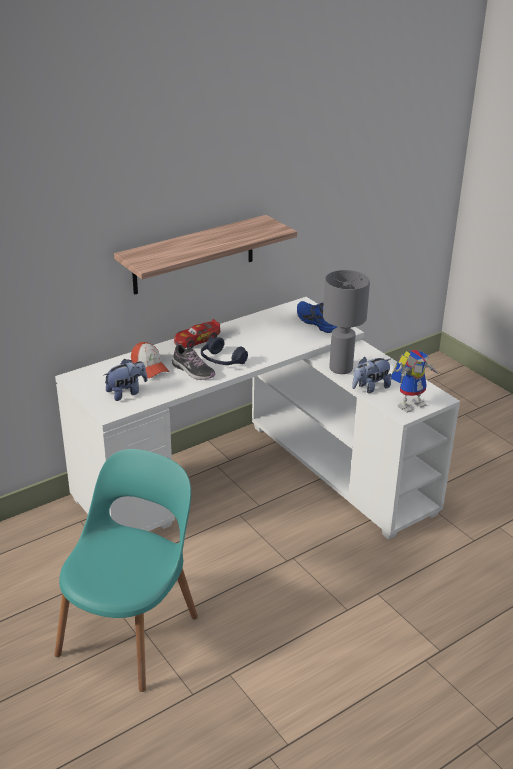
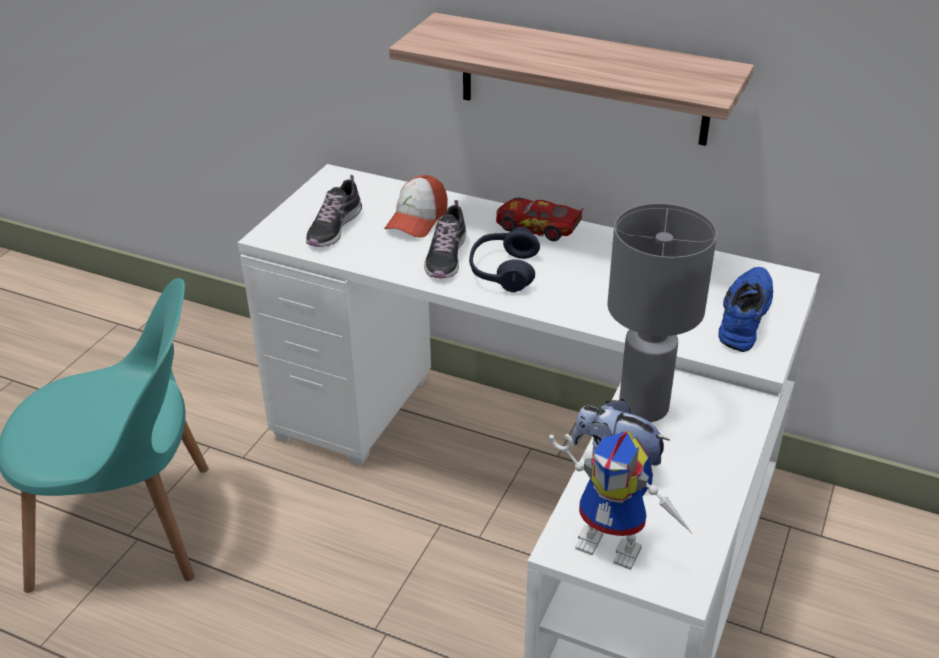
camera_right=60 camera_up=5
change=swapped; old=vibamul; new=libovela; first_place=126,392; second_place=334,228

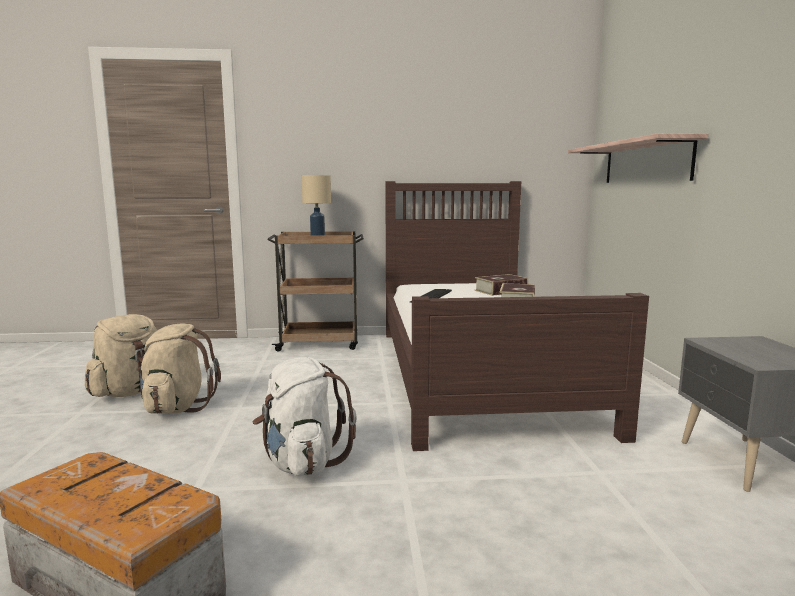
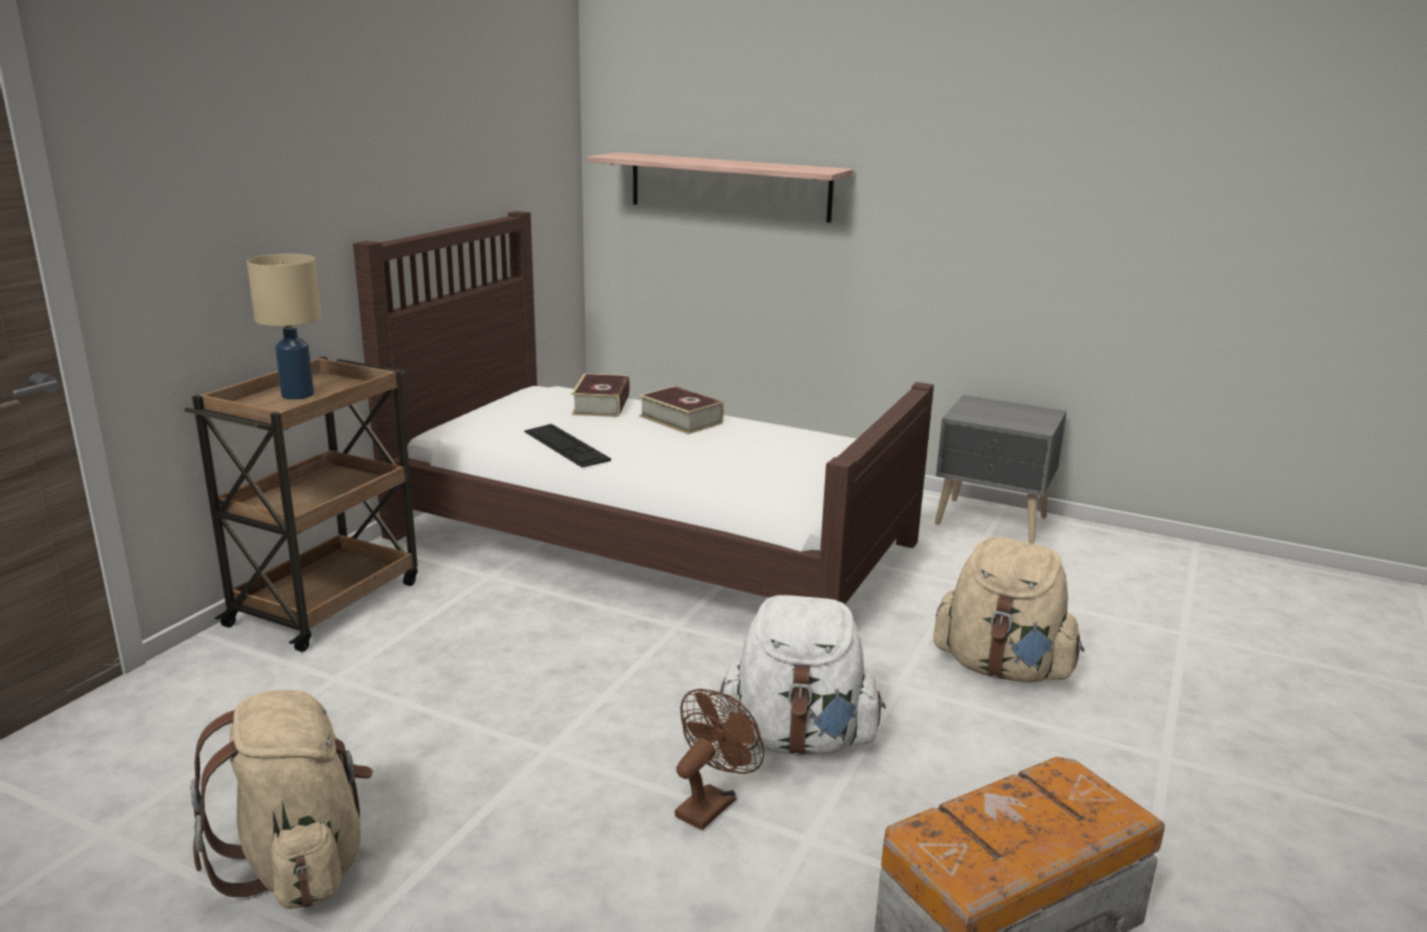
camera_right=-60 camera_up=10
change=shifted; old=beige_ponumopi; first_place=177,407; second_place=1002,668
change=new; new=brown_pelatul; second_place=711,803

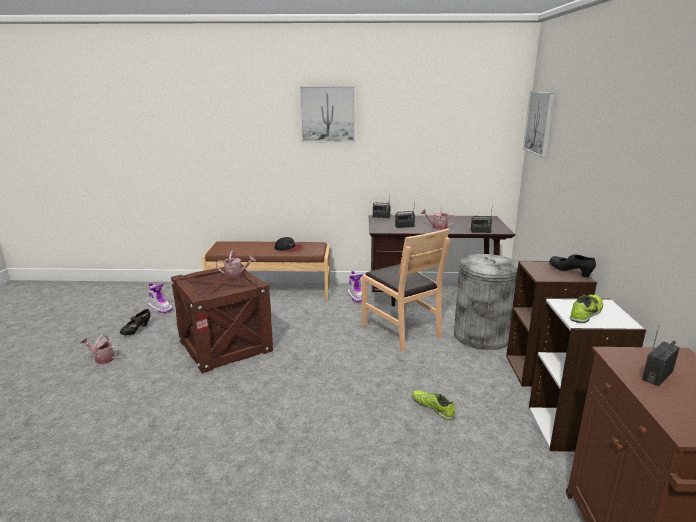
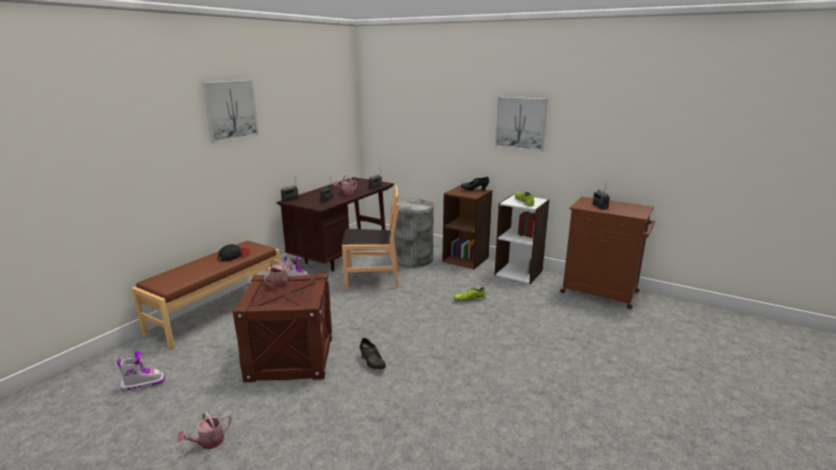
camera_right=-60 camera_up=0
change=shifted; old=black_libovela; first_place=136,330; second_place=372,363
change=shifted; old=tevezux; first_place=539,123; second_place=520,123

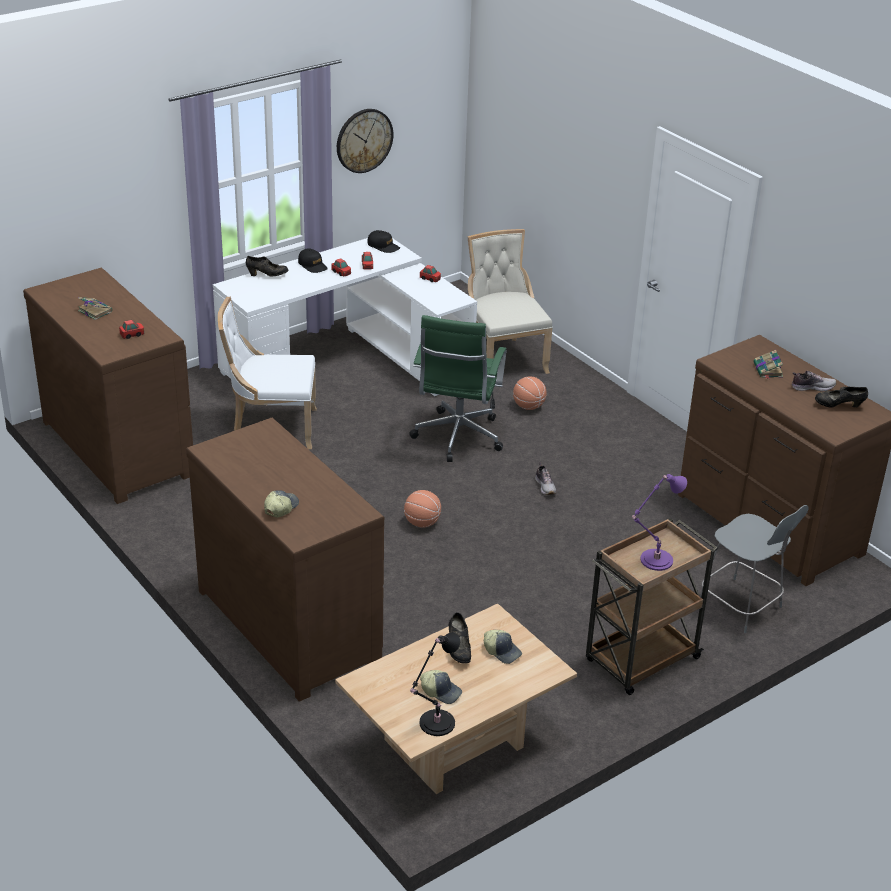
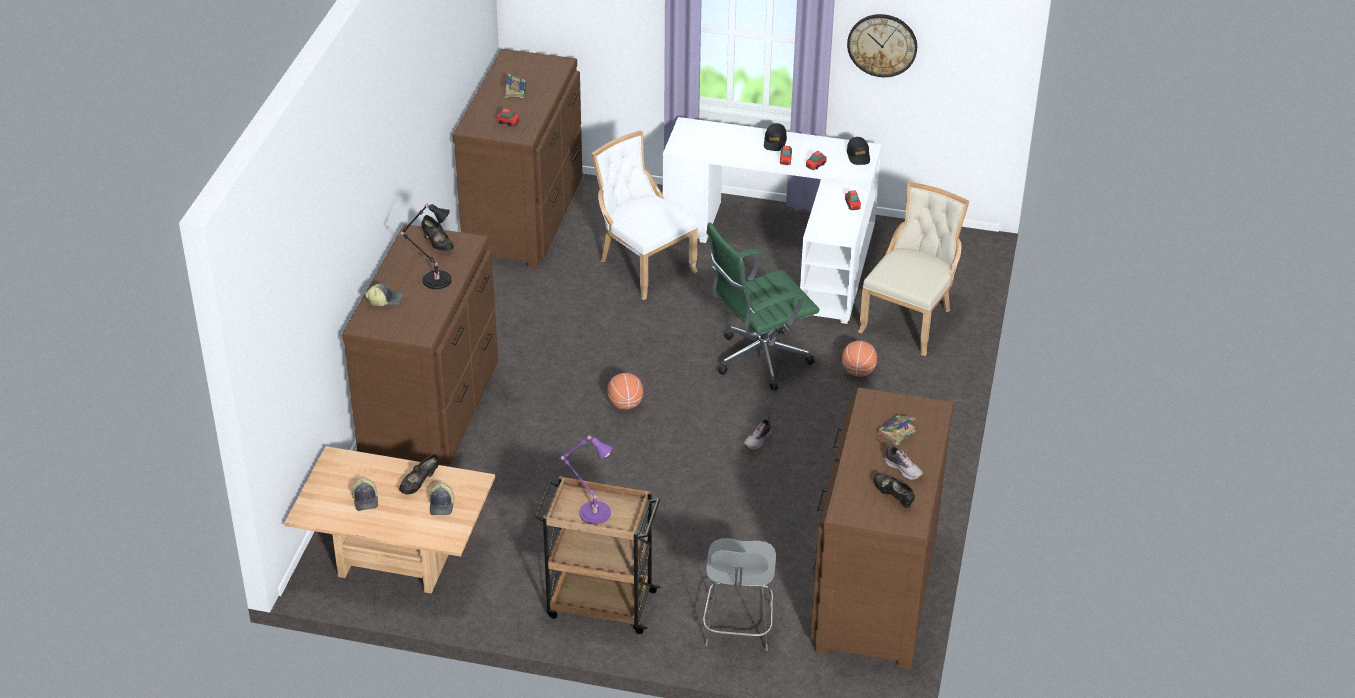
camera_right=50 camera_up=5
change=shifted; old=black_libovela; first_place=267,275; second_place=437,244
change=shifted; old=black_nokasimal; first_place=434,724; second_place=434,280

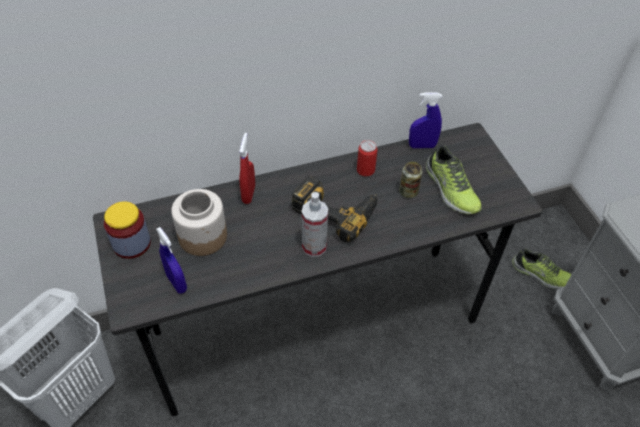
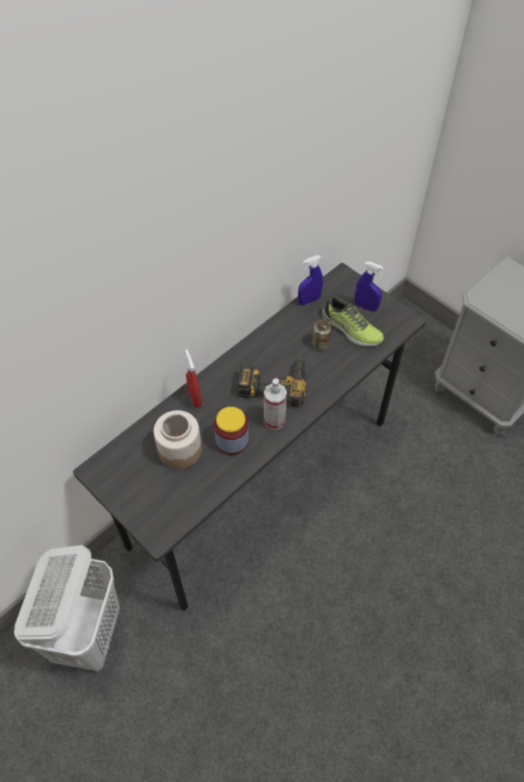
camera_right=-25 camera_up=5
change=shifted; old=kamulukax; first_place=131,243; second_place=232,440
change=shifted; old=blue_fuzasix; first_place=177,283; second_place=365,306
change=gone; old=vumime; first_place=365,170
change=gone; old=libovela; first_place=541,274

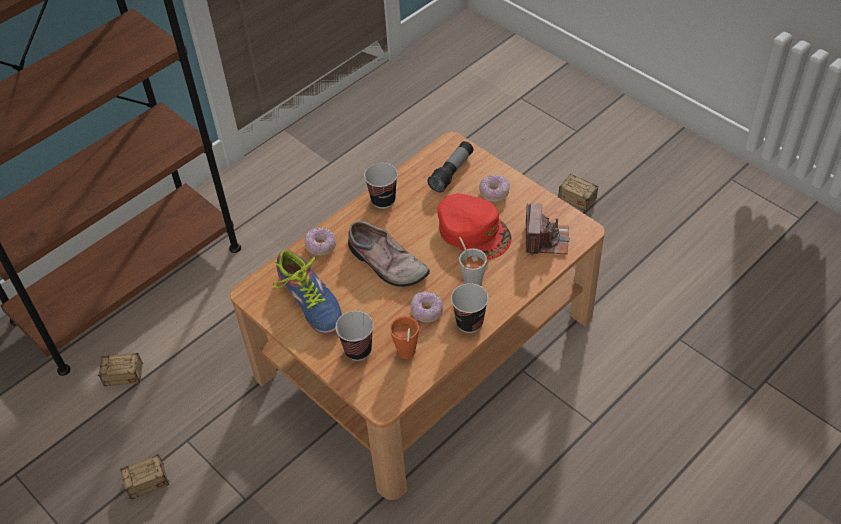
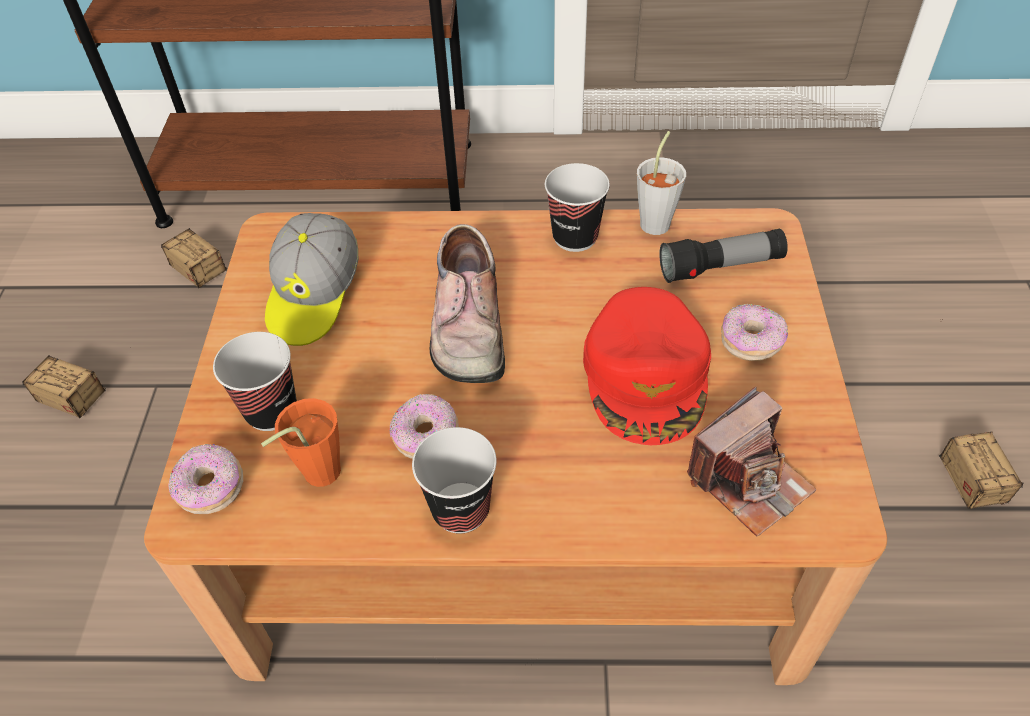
camera_right=45 camera_up=0
change=swapped; old=libovela; new=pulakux; first_place=311,300; second_place=314,296
change=shifted; old=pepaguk; first_place=321,246; second_place=210,488
change=shifted; old=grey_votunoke; first_place=471,280; second_place=657,220

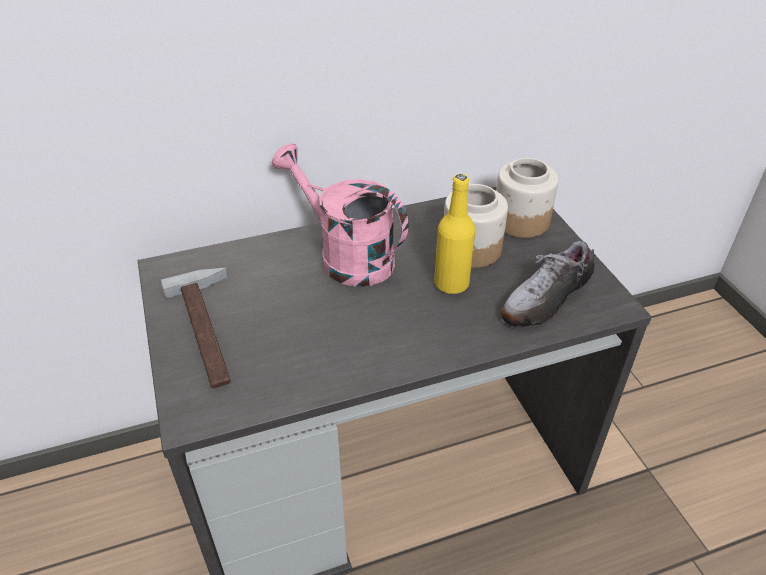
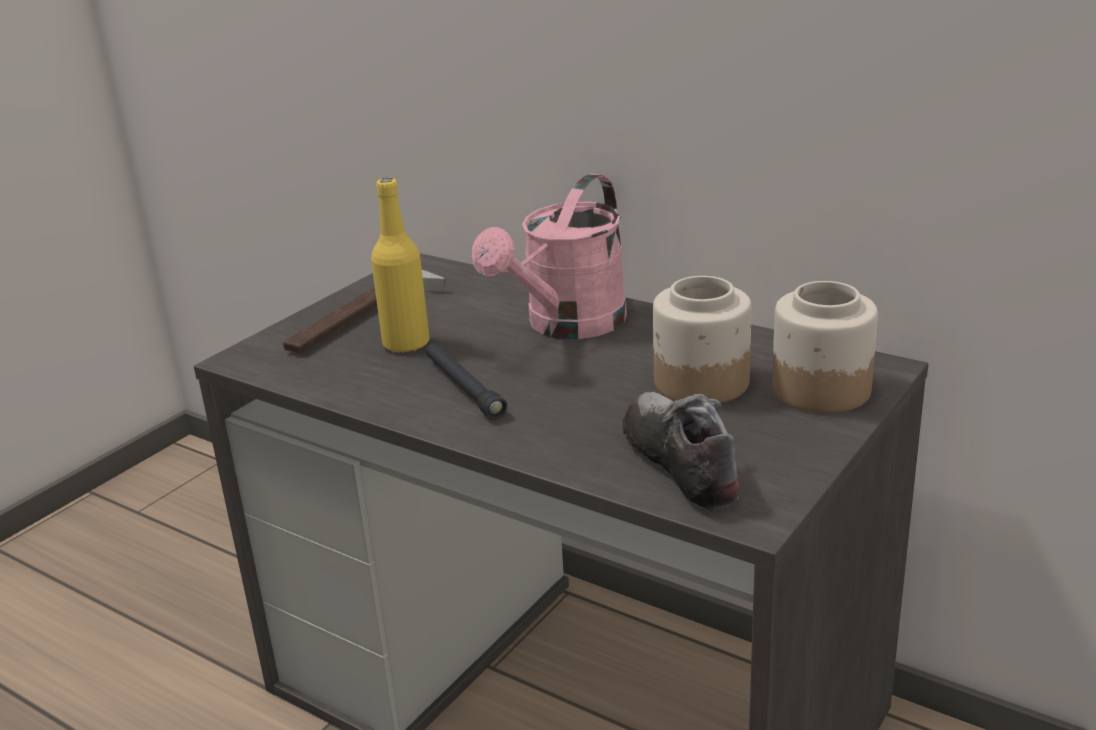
camera_right=55 camera_up=-15
change=rotated; old=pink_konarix; first_place=346,256; second_place=566,326; degrees=-150
change=shifted; old=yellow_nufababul; first_place=451,284; second_place=406,344
change=rotated; old=libovela; first_place=545,299; second_place=680,462; degrees=60
change=new; new=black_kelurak; second_place=463,388

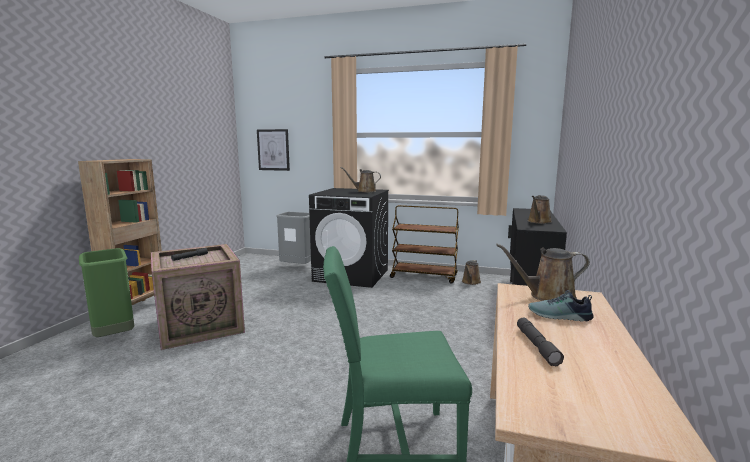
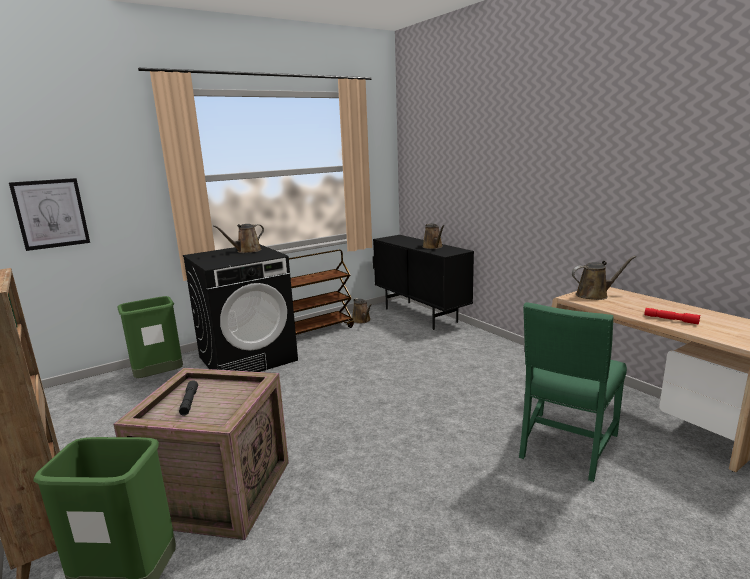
camera_right=-50 camera_up=5
change=repainted; old=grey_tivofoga; new=green_tivofoga; first_place=297,267; second_place=159,378
change=rotated; old=brown_konarix; first_place=548,296; second_place=595,295; degrees=-135
change=repainted; old=grey_kelurak; new=red_kelurak; first_place=537,346; second_place=671,320
change=gone; old=libovela; first_place=559,316

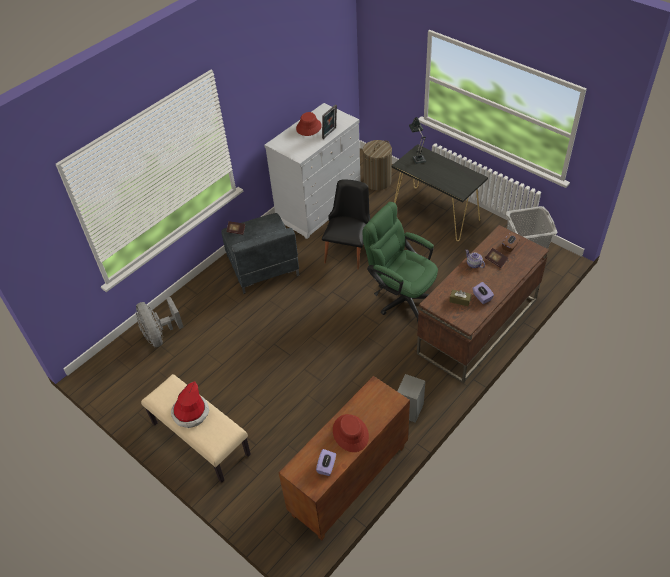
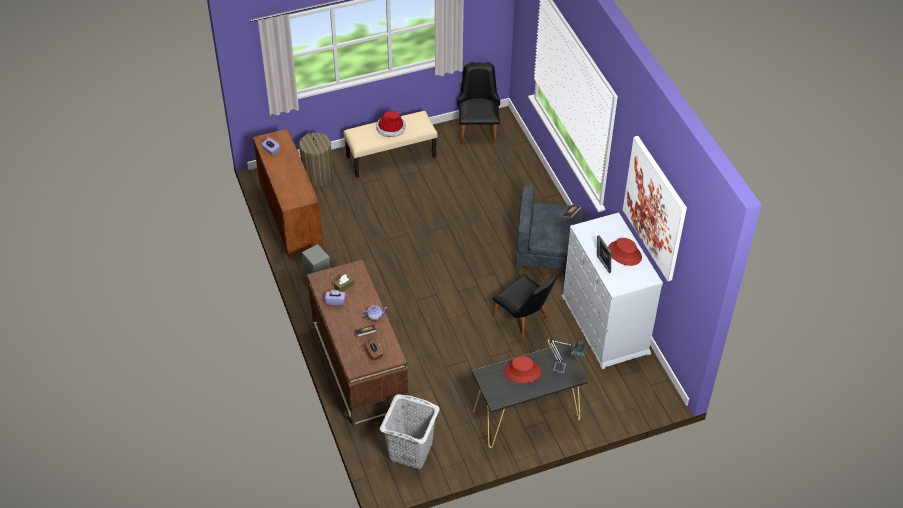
camera_right=115 camera_up=0
change=gone; old=grey_pelatul; first_place=160,335
change=shifted; old=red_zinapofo; first_place=350,433; second_place=522,372
change=gone; old=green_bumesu; first_place=401,297
change=shifted; old=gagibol; first_place=377,181; second_place=318,176
change=new; new=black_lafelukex; second_place=478,130
change=new; new=tevezux; second_place=655,208

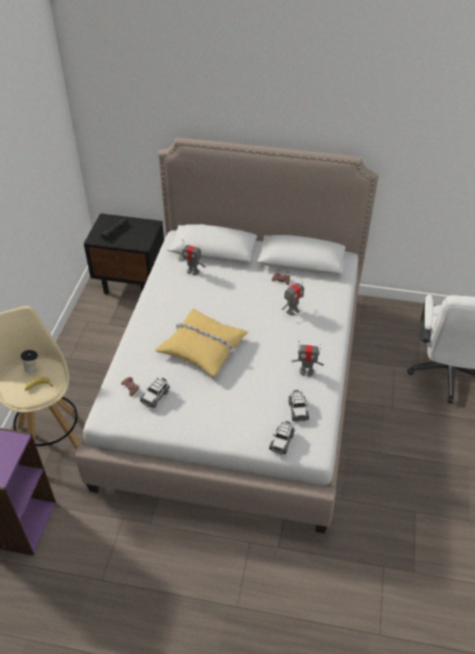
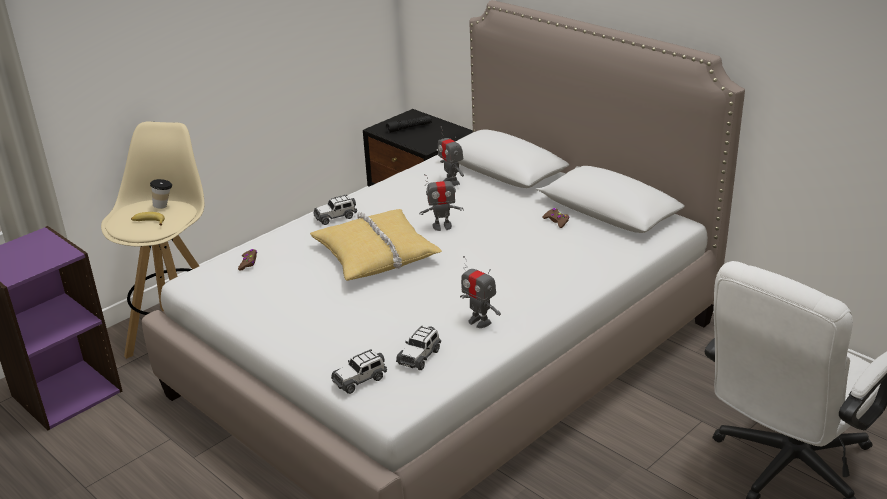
camera_right=35 camera_up=-15
change=shifted; old=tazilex; first_place=155,396; second_place=335,217
change=shifted; old=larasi; first_place=292,311; second_place=442,226

